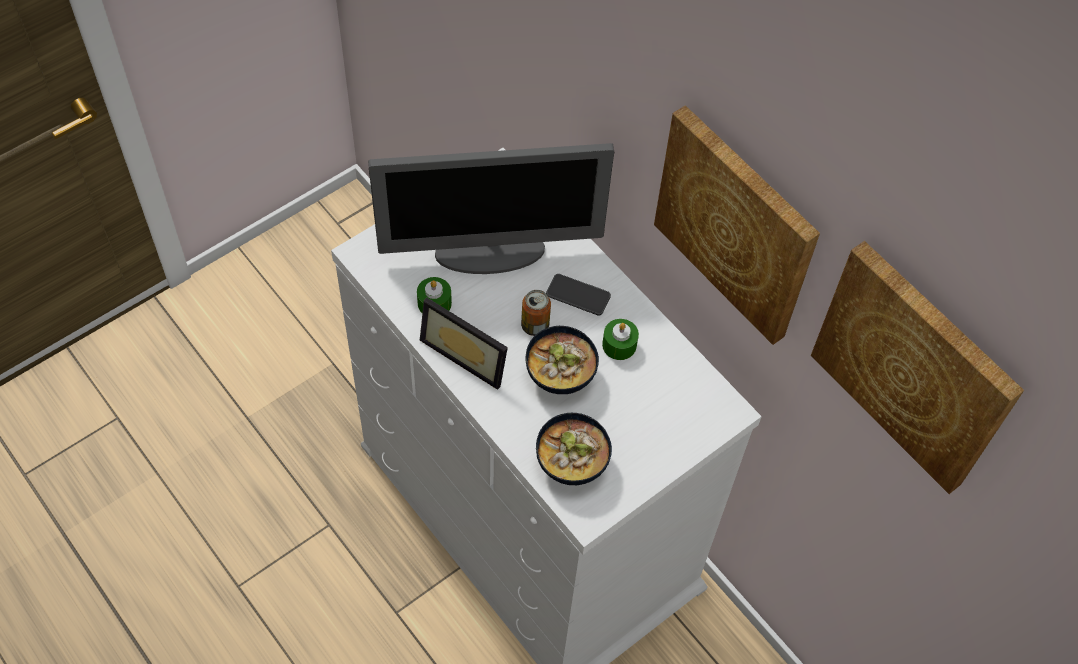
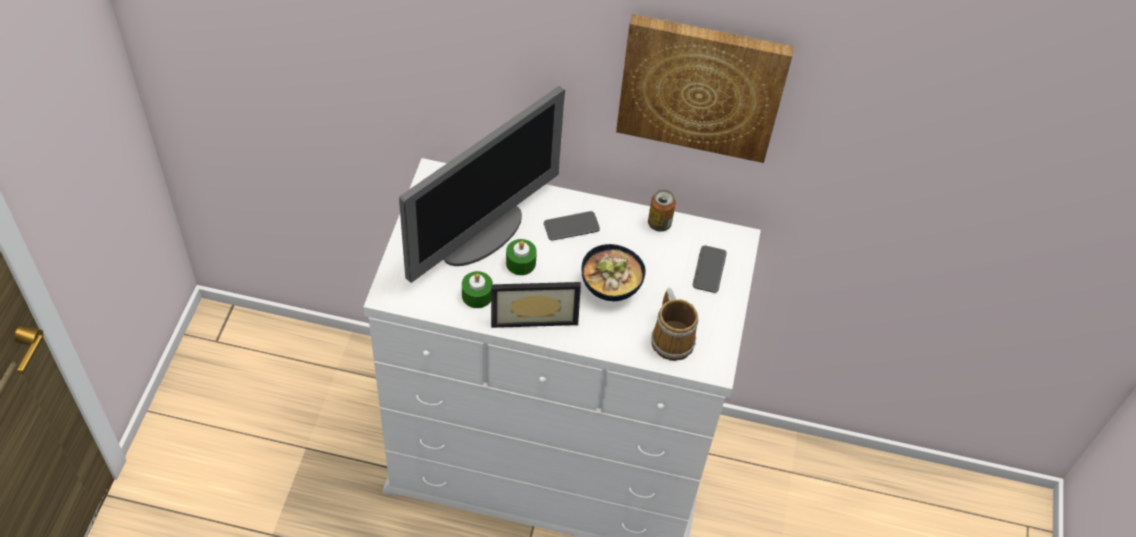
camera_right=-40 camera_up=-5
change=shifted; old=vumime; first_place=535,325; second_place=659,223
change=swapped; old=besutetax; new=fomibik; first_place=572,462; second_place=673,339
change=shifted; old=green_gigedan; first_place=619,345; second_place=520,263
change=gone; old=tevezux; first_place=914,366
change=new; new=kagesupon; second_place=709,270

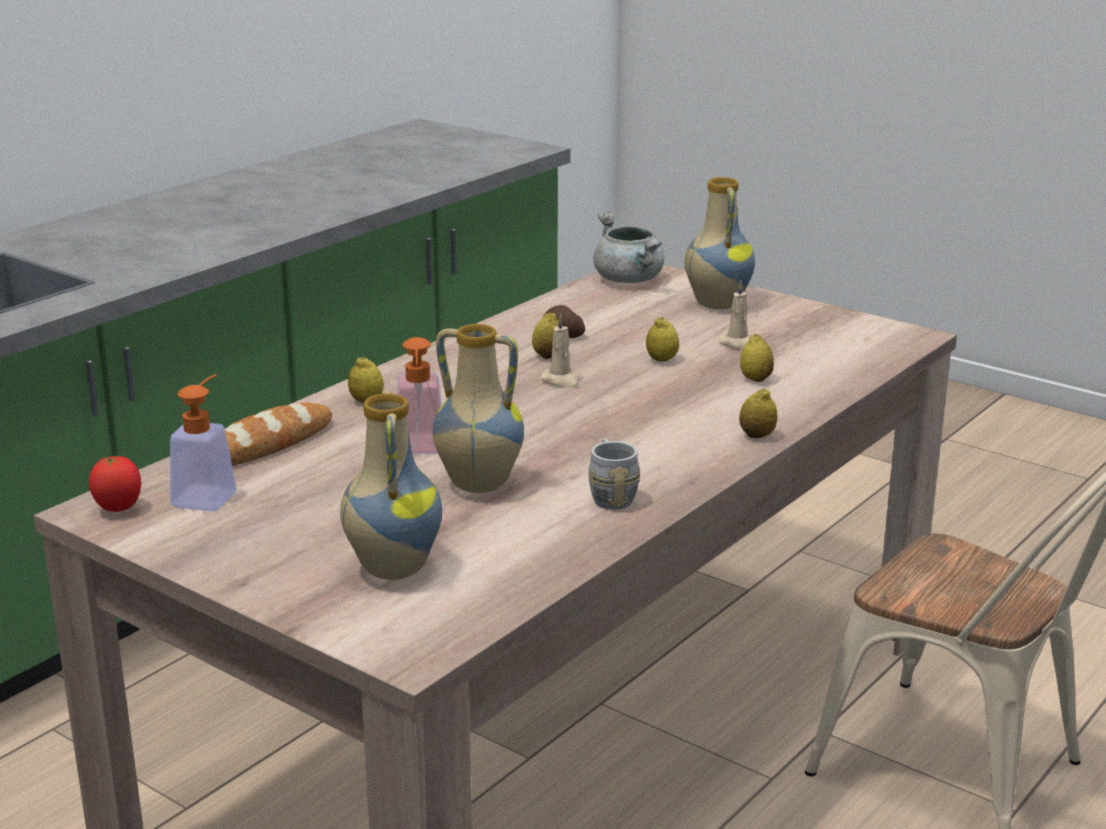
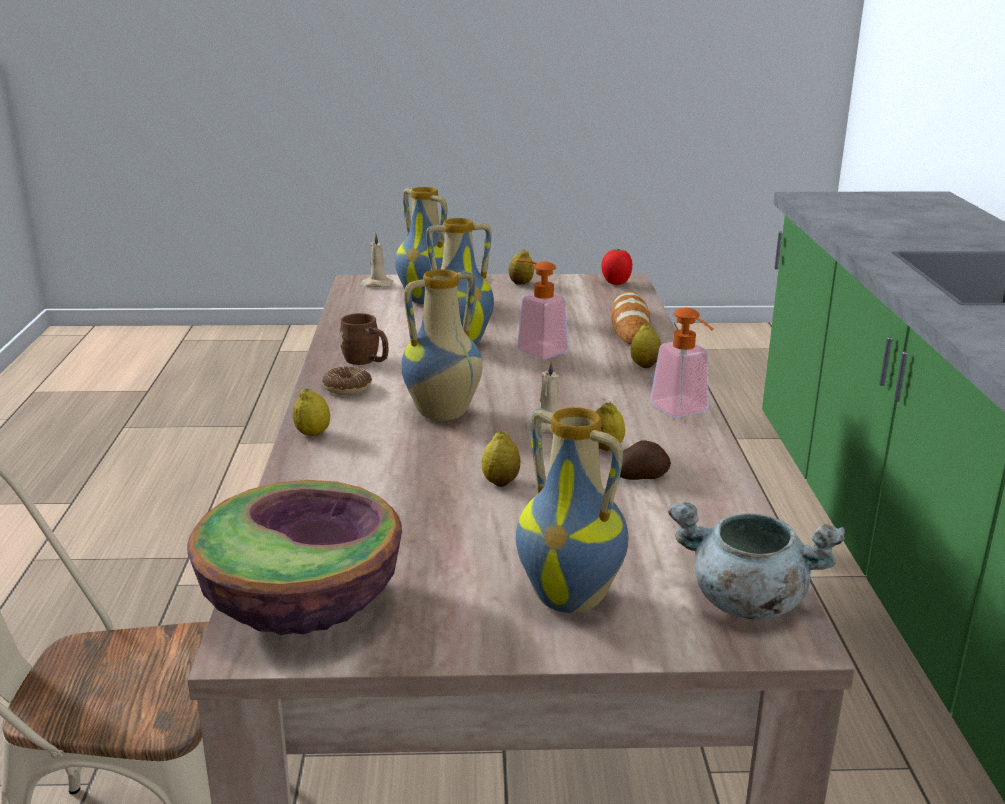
camera_right=140 camera_up=0
change=shifted; old=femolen; first_place=209,494; second_place=684,411
change=repainted; old=grey_fomibik; new=brown_fomibik; first_place=611,495; second_place=366,361
change=shifted; old=beige_gigedan; first_place=739,344; second_place=376,284
change=shifted; old=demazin; first_place=755,379; second_place=521,283
change=new; new=besutetax; second_place=303,607
change=new; new=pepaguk; second_place=347,388
change=new; new=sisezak; second_place=443,415

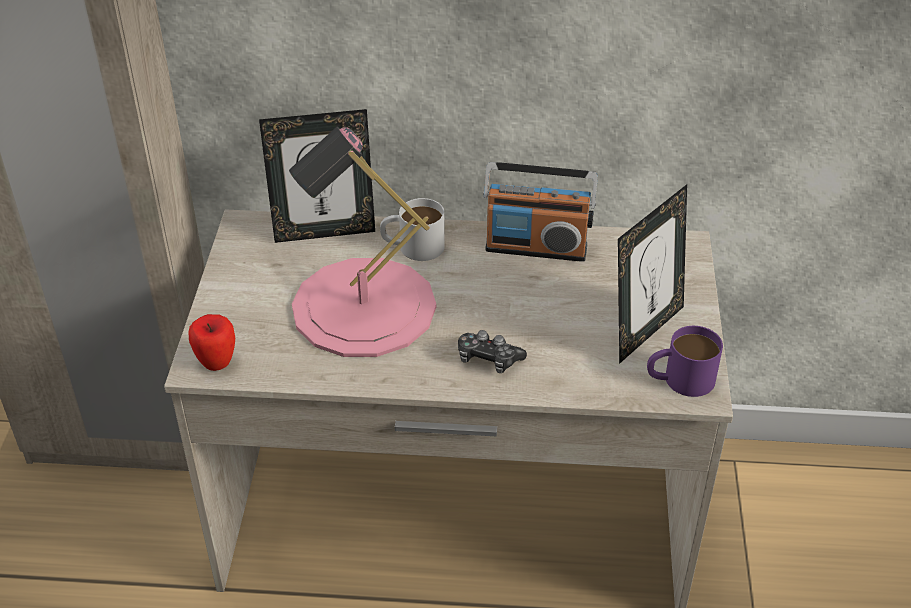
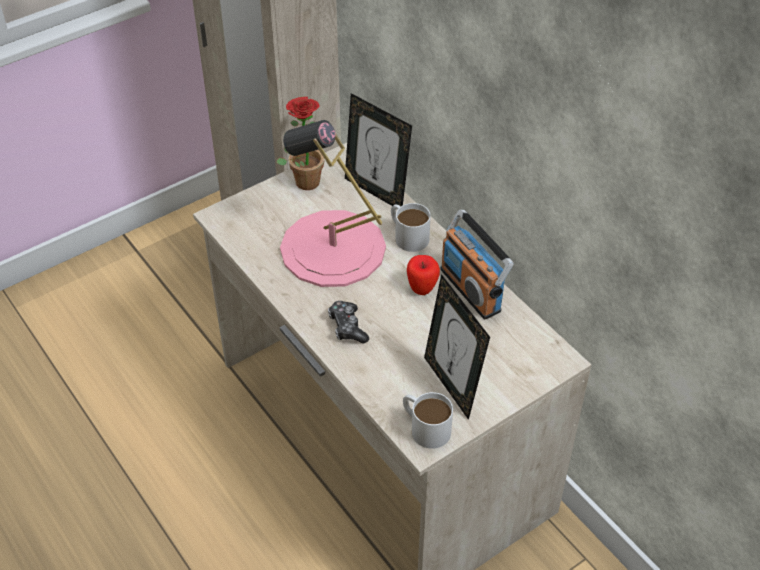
camera_right=50 camera_up=5
change=shifted; old=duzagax; first_place=216,362; second_place=422,289
change=rotated; old=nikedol; first_place=644,330; second_place=452,385; degrees=60
change=repainted; old=purple_fomibik; new=white_fomibik; first_place=679,379; second_place=424,427
change=new; new=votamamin; second_place=305,178

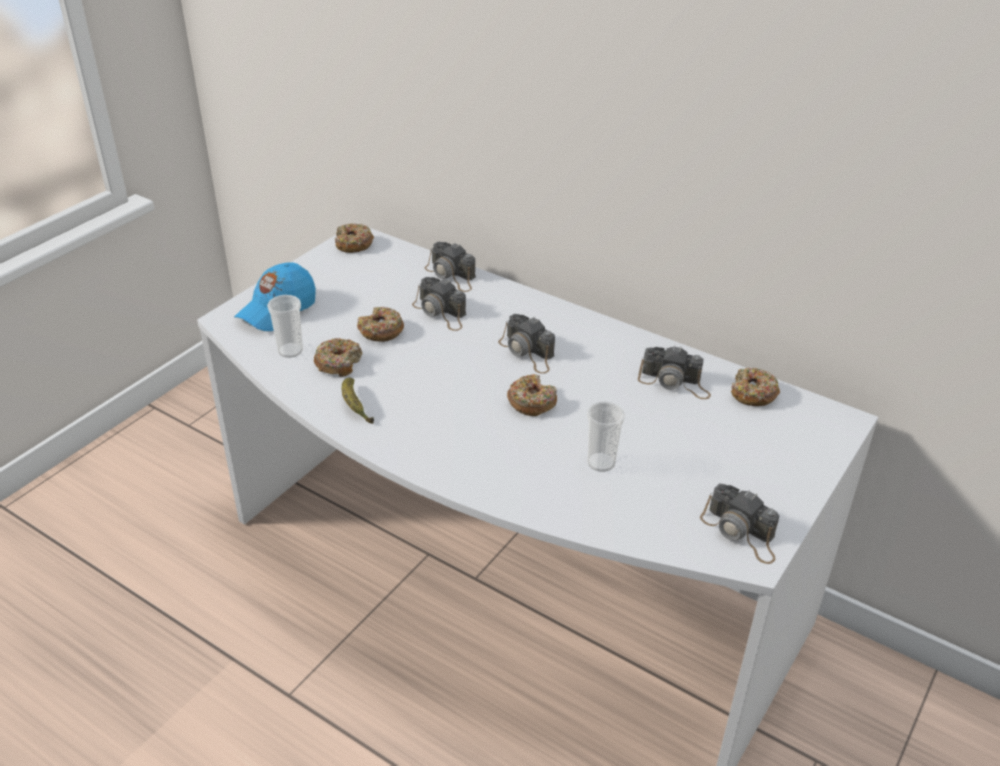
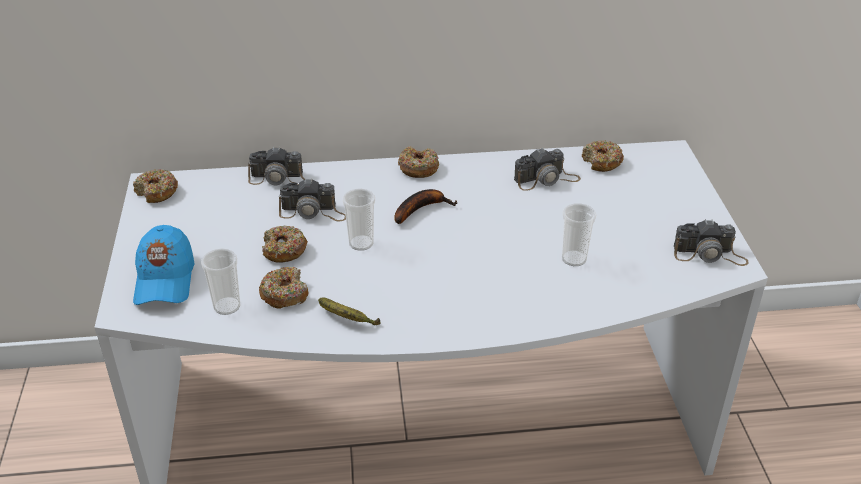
camera_right=-40 camera_up=0
change=swapped; old=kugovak; new=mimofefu; first_place=528,352; second_place=421,209
change=shifted; old=pepaguk; first_place=531,402; second_place=418,168
change=new; new=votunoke; second_place=361,243

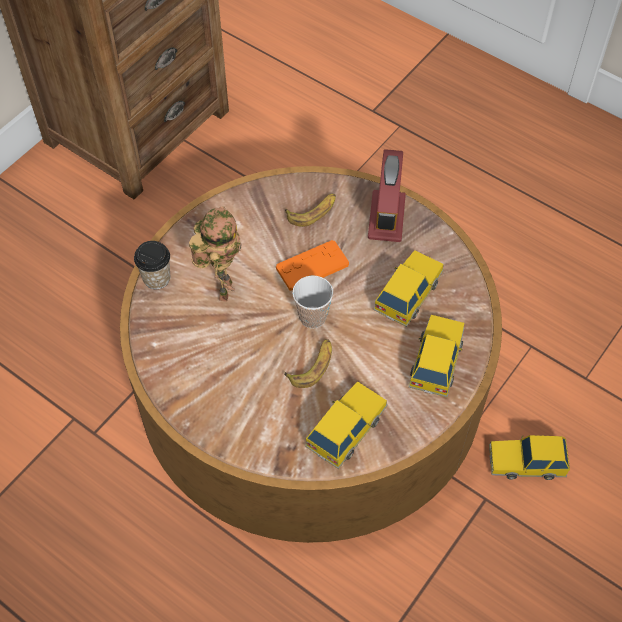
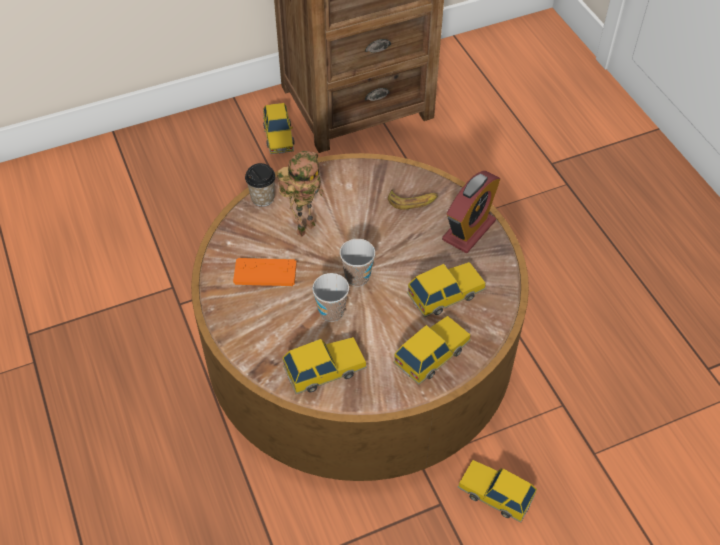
camera_right=30 camera_up=-5
change=shifted; old=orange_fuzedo; first_place=312,266; second_place=265,273
change=swapped; old=mimofefu; new=votunoke; first_place=312,366; second_place=331,312
change=new; new=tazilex; second_place=279,136

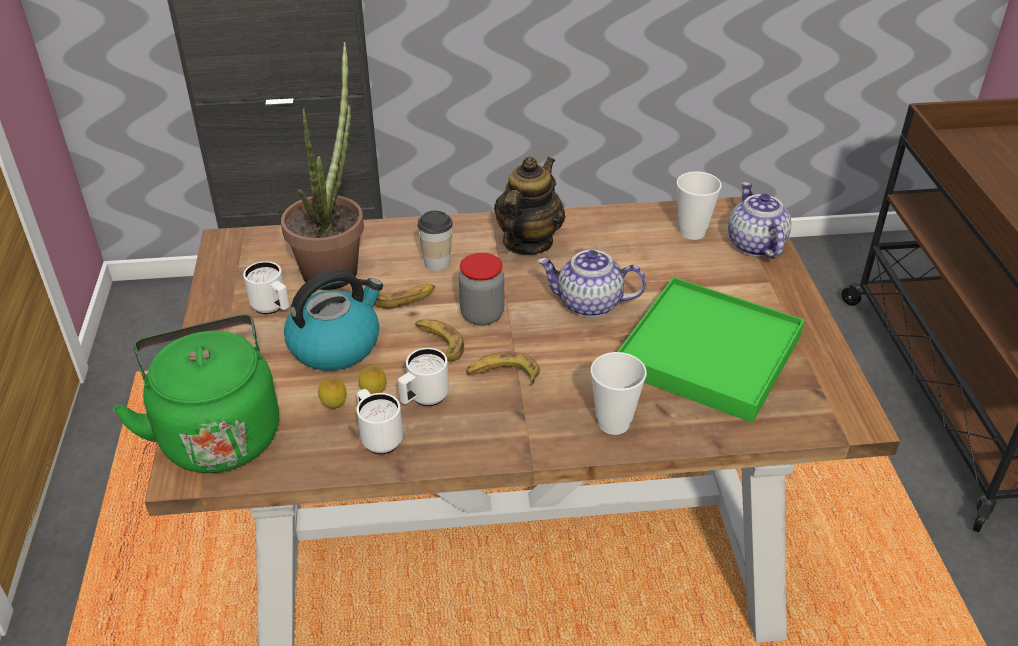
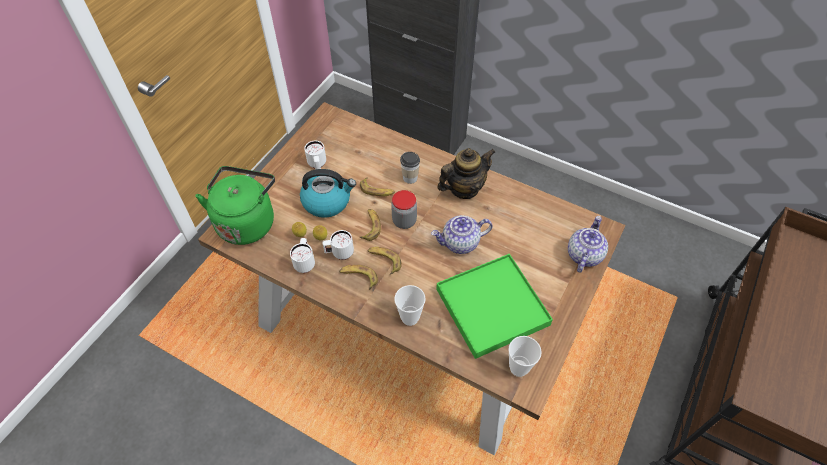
camera_right=35 camera_up=15
change=gone; old=votamamin; first_place=335,266
change=rotated; old=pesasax; first_place=588,304; second_place=460,243; degrees=-60
change=shifted; old=votunoke; first_place=692,232; second_place=518,368
change=new; new=mimofefu; second_place=358,277

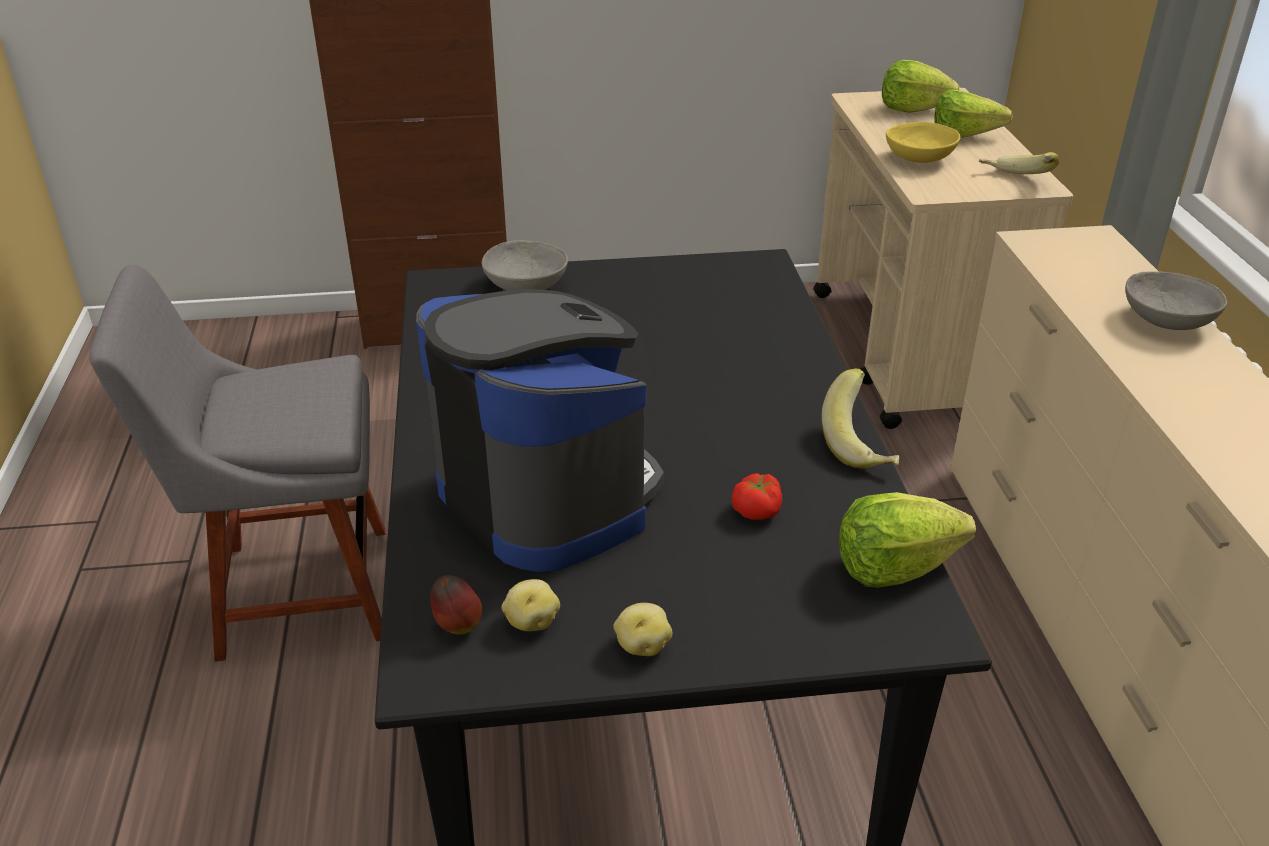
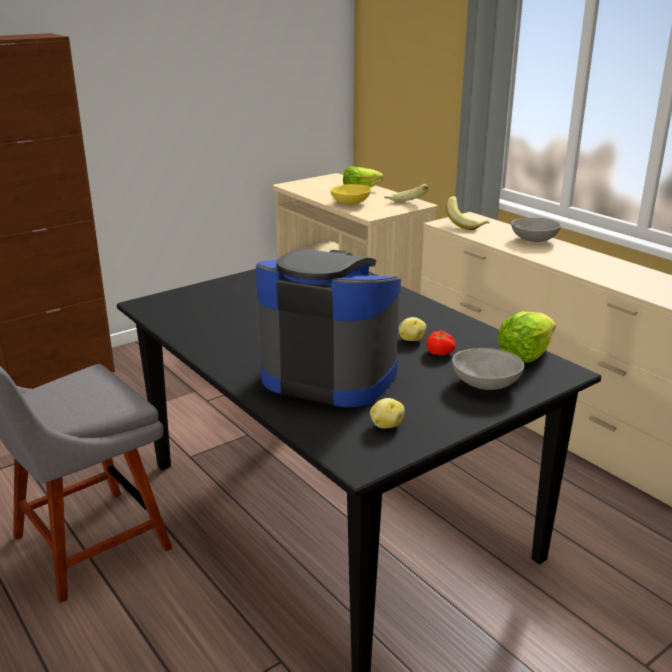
camera_right=-30 camera_up=-10
change=gone; old=duzagax; first_place=457,626
change=shifted; old=grey_besutetax; first_place=525,287; second_place=485,385
change=shifted; old=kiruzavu; first_place=642,645; second_place=411,339
change=shifted; old=mimofefu; first_place=862,445; second_place=466,225
change=gone; old=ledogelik; first_place=912,109

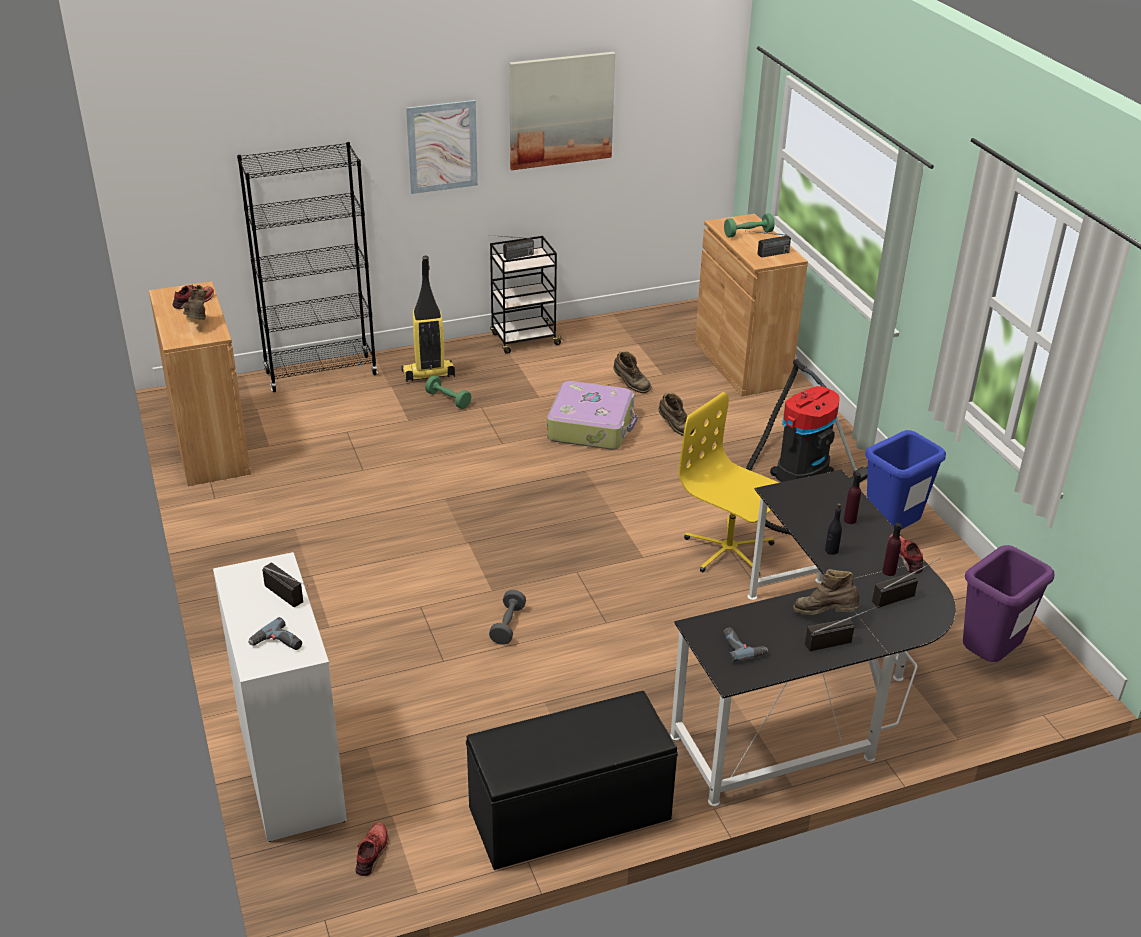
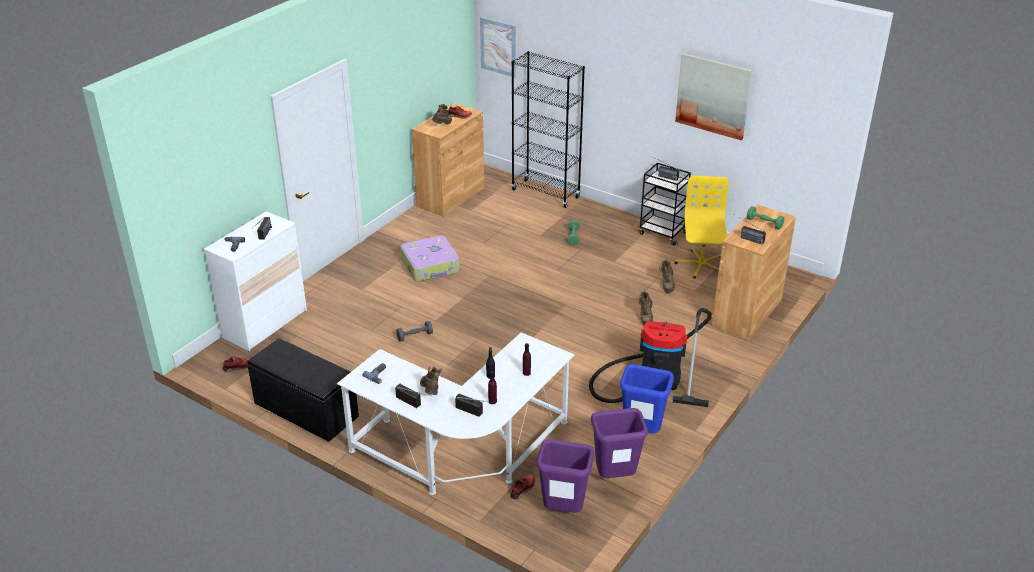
camera_right=55 camera_up=0
change=gone; old=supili; first_place=428,374
change=shifted; old=tevezux; first_place=442,146; second_place=498,47
change=shifted; old=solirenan; first_place=591,426; second_place=431,266
change=repainted; old=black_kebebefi; new=white_kebebefi; first_place=810,692; second_place=464,453
change=shifted; old=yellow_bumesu; first_place=728,551; second_place=700,265
change=shifted; old=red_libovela; first_place=905,557; second_place=523,489
change=new; new=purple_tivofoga; second_place=615,477

